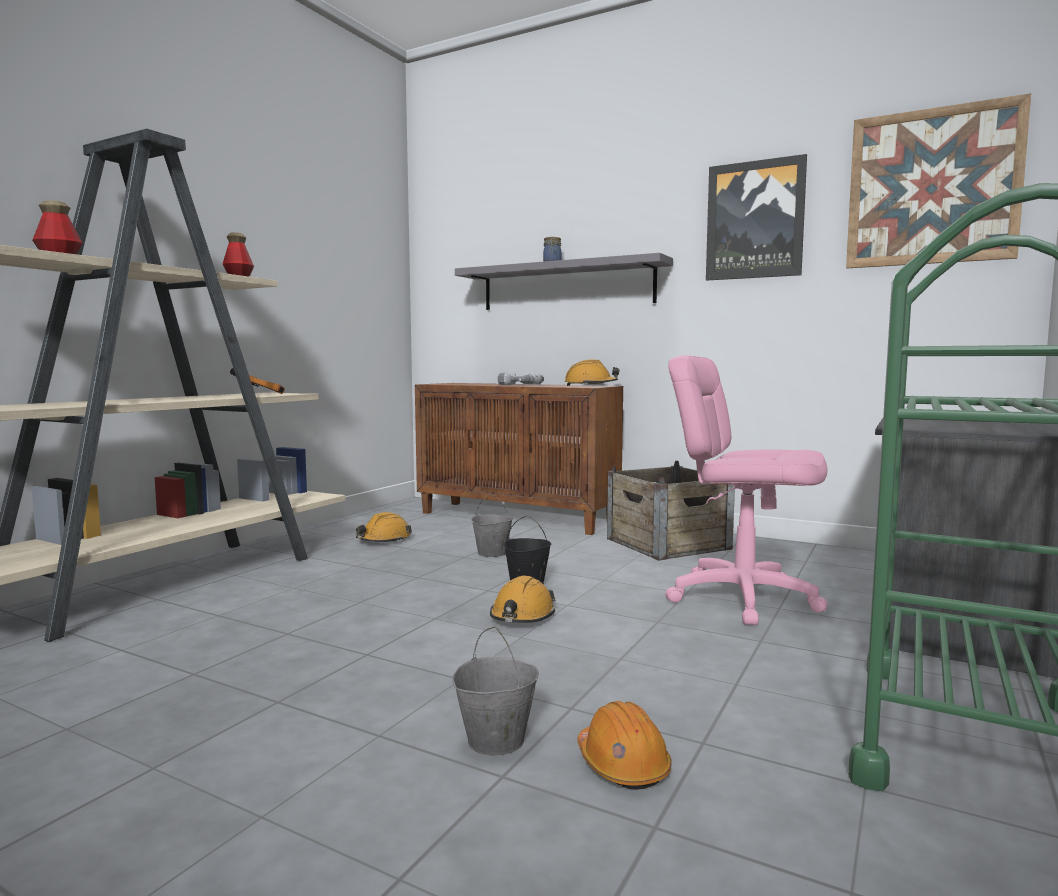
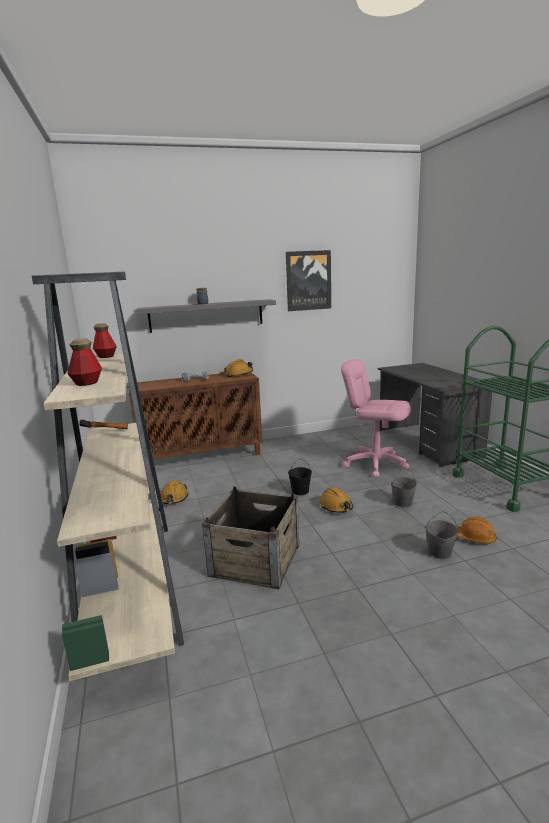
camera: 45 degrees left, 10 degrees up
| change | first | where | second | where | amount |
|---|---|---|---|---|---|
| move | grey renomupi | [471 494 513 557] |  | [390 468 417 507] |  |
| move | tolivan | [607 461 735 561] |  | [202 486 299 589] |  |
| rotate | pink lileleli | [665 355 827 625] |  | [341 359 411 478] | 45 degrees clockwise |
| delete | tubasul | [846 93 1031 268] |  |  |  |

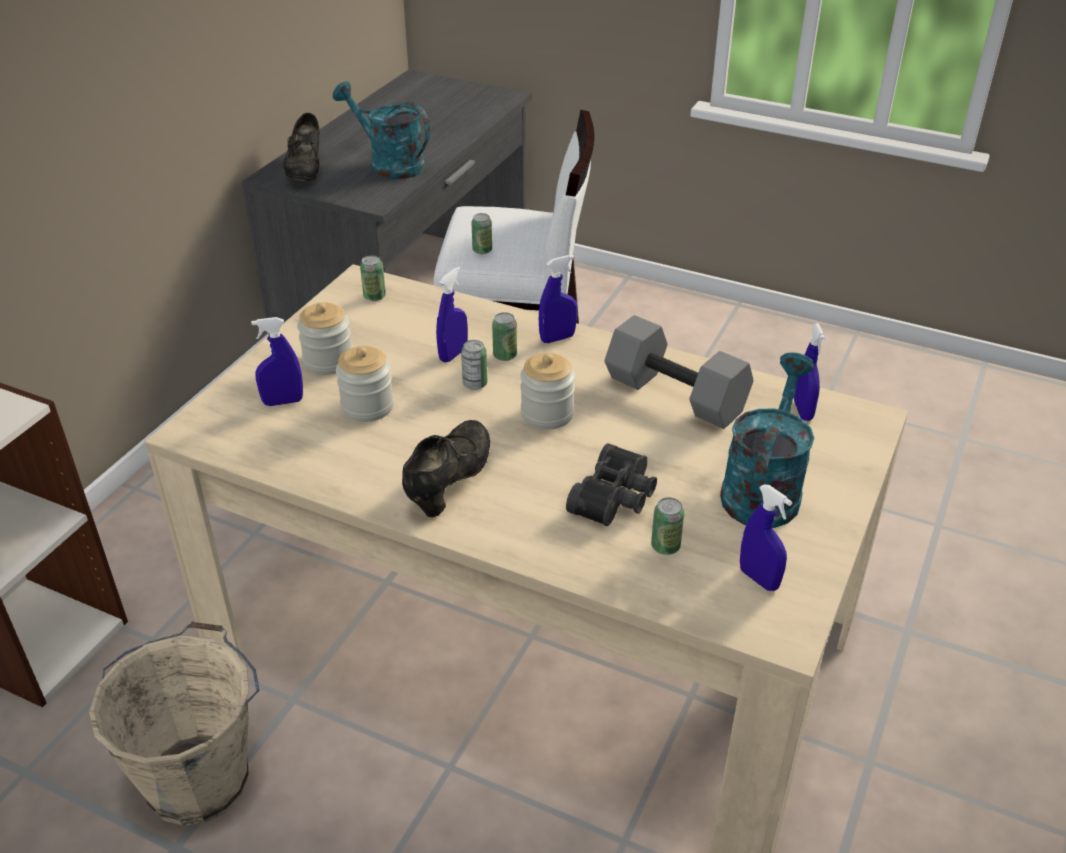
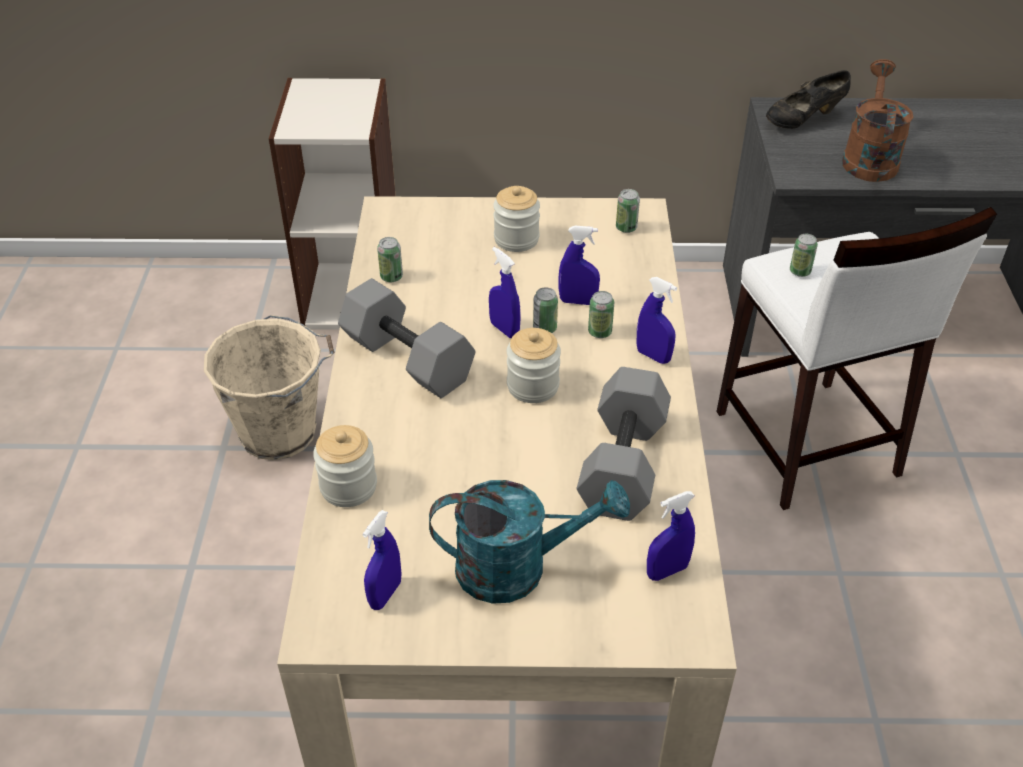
camera: 65 degrees right, 5 degrees up
| change | first | where | second | where | amount |
|---|---|---|---|---|---|
| move | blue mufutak | [251 317 303 406] |  | [489 247 521 338] |  |
| recolor | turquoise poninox | [333 81 430 179] | brown poninox | [842 59 913 182] |  |
| move | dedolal | [336 346 394 422] |  | [313 425 377 507] |  |
| replace | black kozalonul | [402 420 490 518] | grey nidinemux | [338 278 475 398] |  |
| delete | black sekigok | [566 443 657 526] |  |  |  |
| move | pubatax | [651 497 684 555] |  | [377 237 403 282] |  |

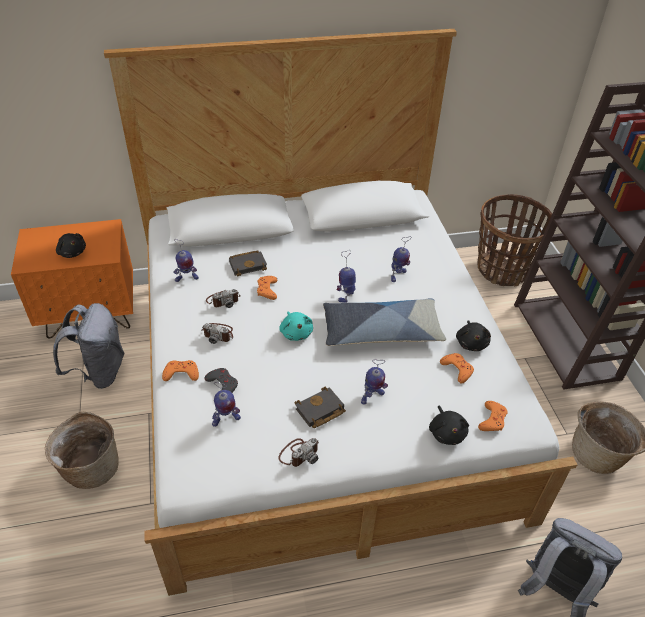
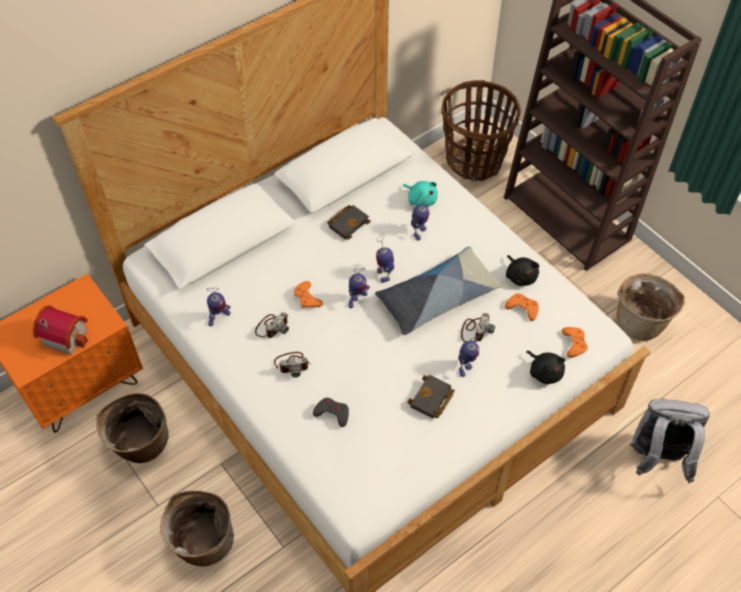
camera: 25 degrees left, 10 degrees up
| change | first | where | second | where | amount |
|---|---|---|---|---|---|
| replace | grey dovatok | [53 303 124 389] | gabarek | [96 393 168 463] |  |
| replace | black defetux | [56 233 86 258] | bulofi | [33 305 88 355] |  |
| delete | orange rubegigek | [162 360 199 381] |  |  |  |
| move | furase | [212 382 241 427] |  | [349 268 370 308] |  |
| move | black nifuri | [229 251 267 277] |  | [327 205 371 240] |  |
| move | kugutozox | [278 438 319 467] |  | [461 313 495 342] |  |
| move | turquoise defetux | [279 311 313 341] |  | [403 181 438 207] |  |

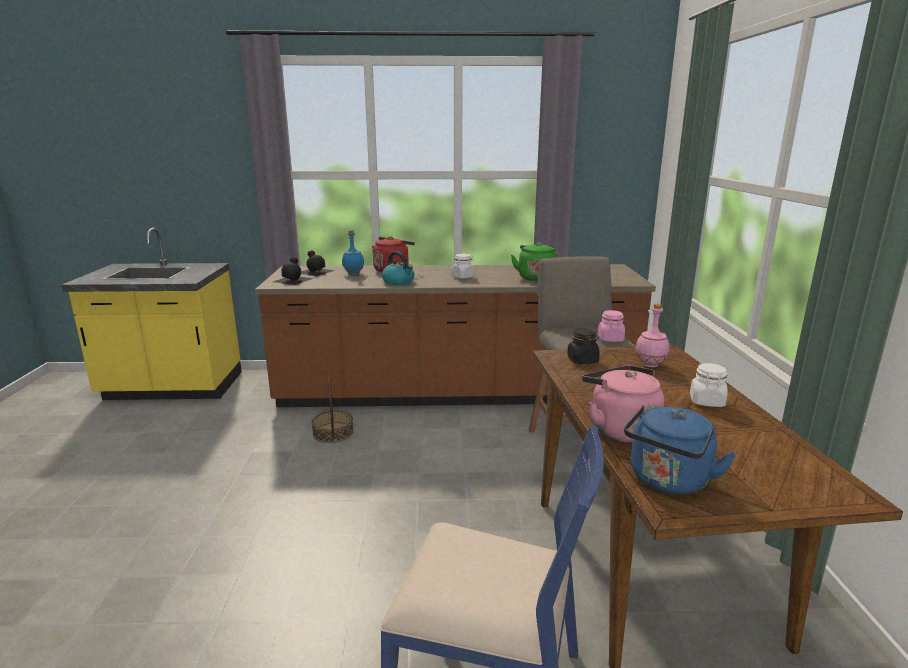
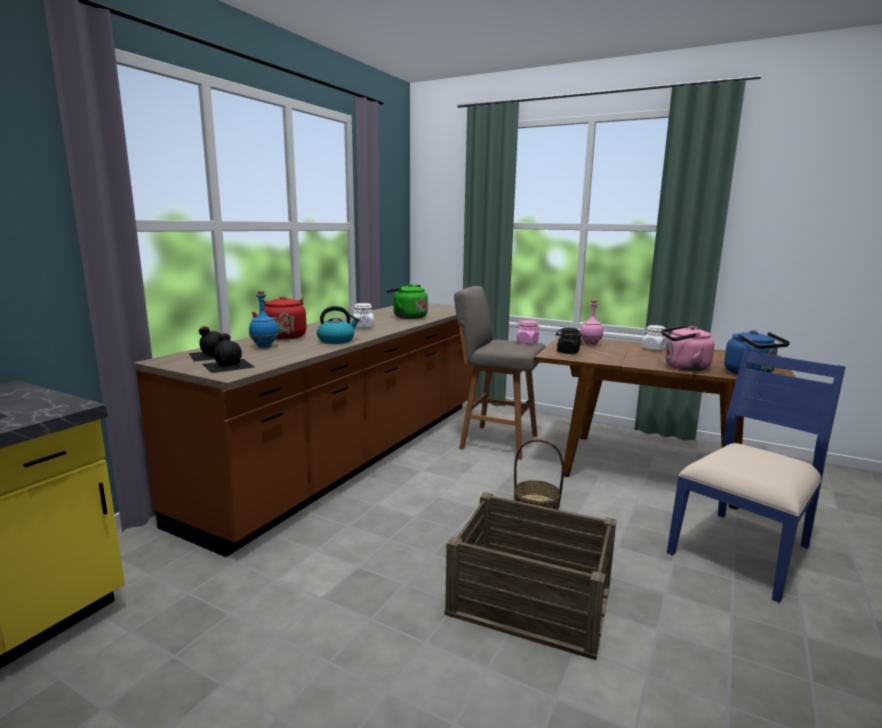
camera: 60 degrees left, 5 degrees down
| change | first | where | second | where | amount |
|---|---|---|---|---|---|
| move | gabarek | [312 373 354 443] |  | [514 439 564 510] |  |
| insert |  |  | tolivan | [444 492 617 660] |  |

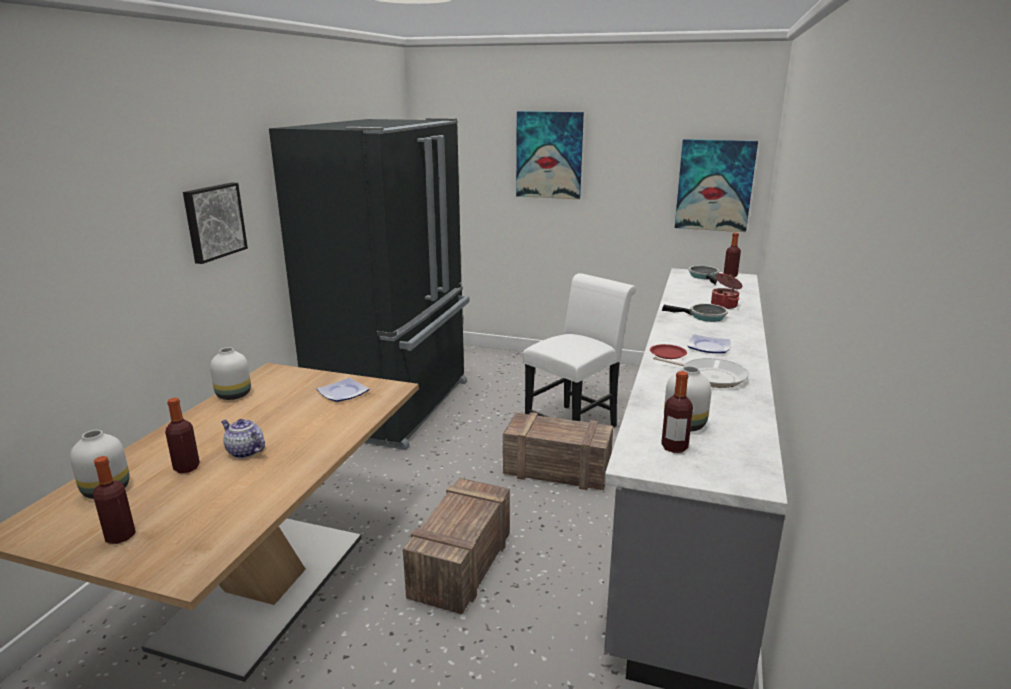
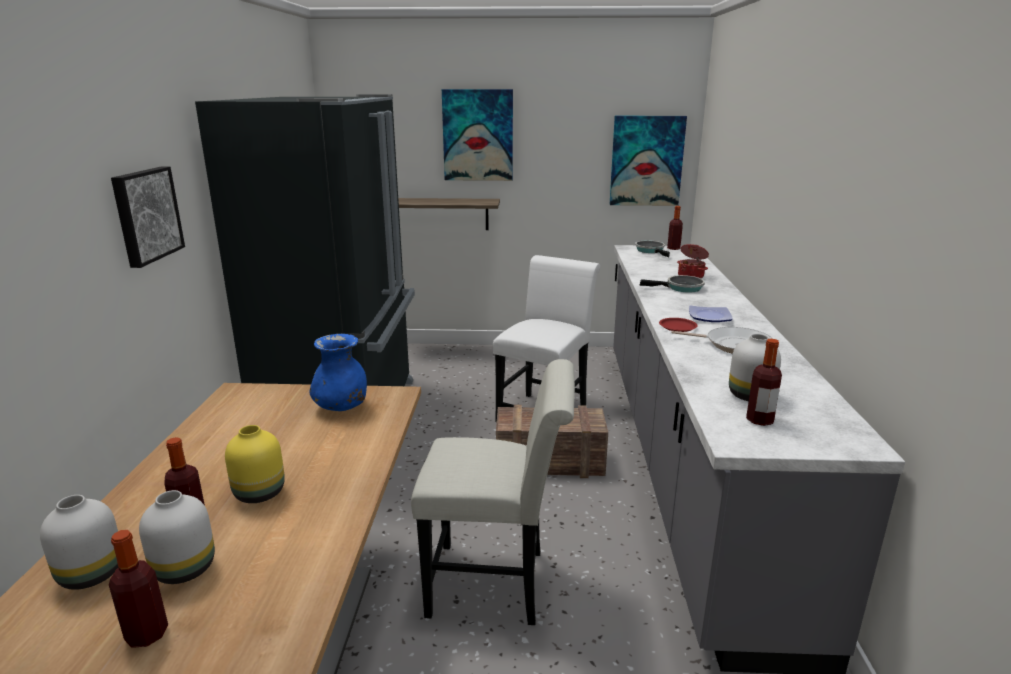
camera: 15 degrees left, 0 degrees up
| change | first | where | second | where | amount |
|---|---|---|---|---|---|
| move | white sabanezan | [210 347 251 400] |  | [139 490 215 584] |  |
| replace | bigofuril | [221 419 265 458] | yellow sabanezan | [225 425 285 503] |  |
| replace | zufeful | [317 378 369 402] | blue sabanezan | [309 334 367 411] |  |
| replace | tolivan | [403 478 510 614] | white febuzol | [411 359 575 625] |  |
| insert |  |  | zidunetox | [398 198 500 230] |  |

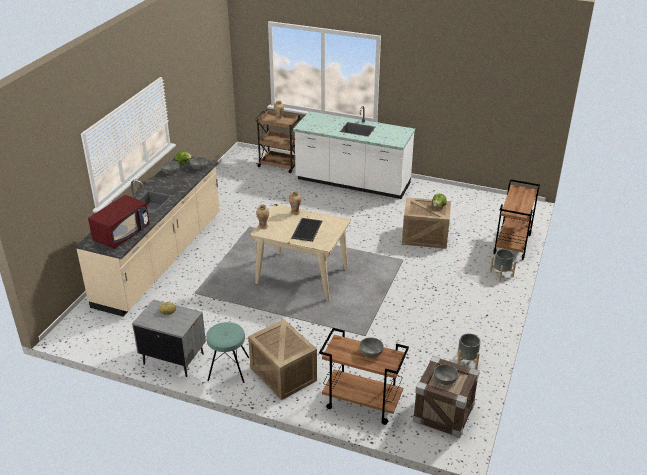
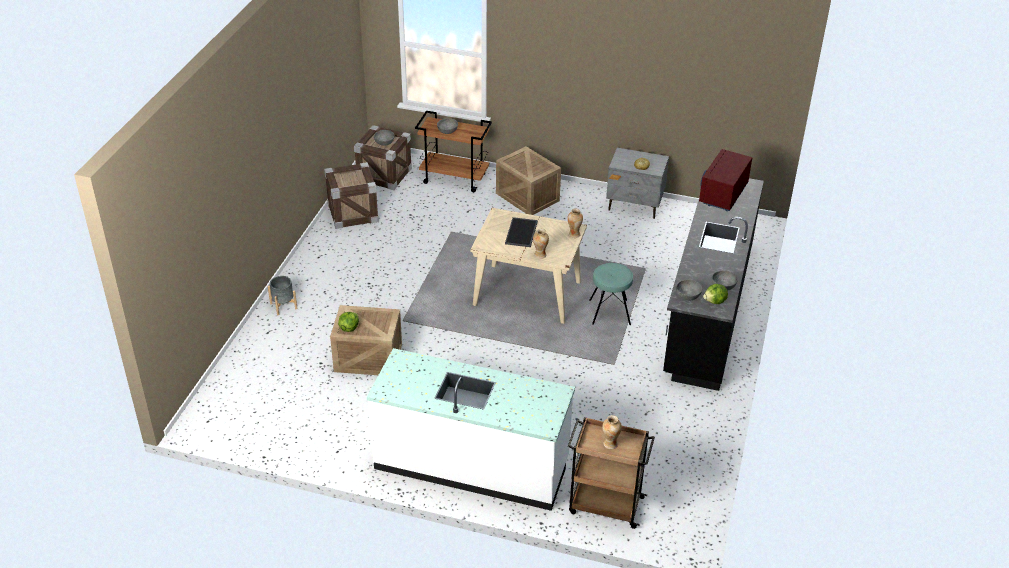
camera: 175 degrees right, 5 degrees up
| change | first | where | second | where | amount |
|---|---|---|---|---|---|
| recolor | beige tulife | [75 157 220 317] | black tulife | [663 178 764 391] |  |
| move | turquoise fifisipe | [206 322 249 383] |  | [589 263 633 325] |  |
| replace | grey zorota | [457 333 481 369] | tolivan | [324 162 379 229] |  |
| delete | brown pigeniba | [493 179 540 260] |  |  |  |

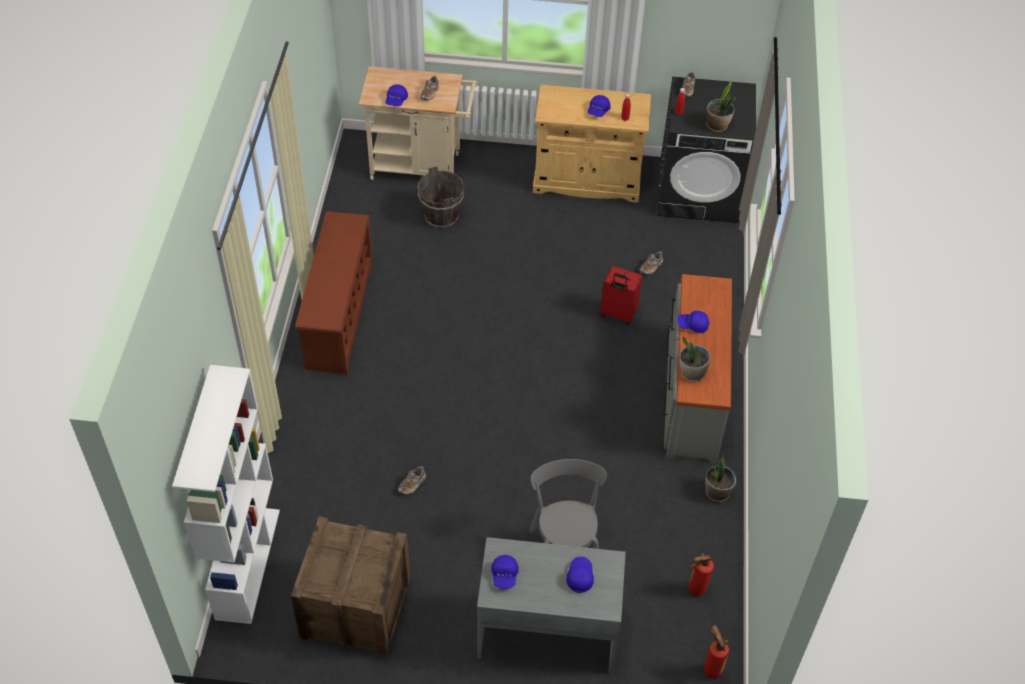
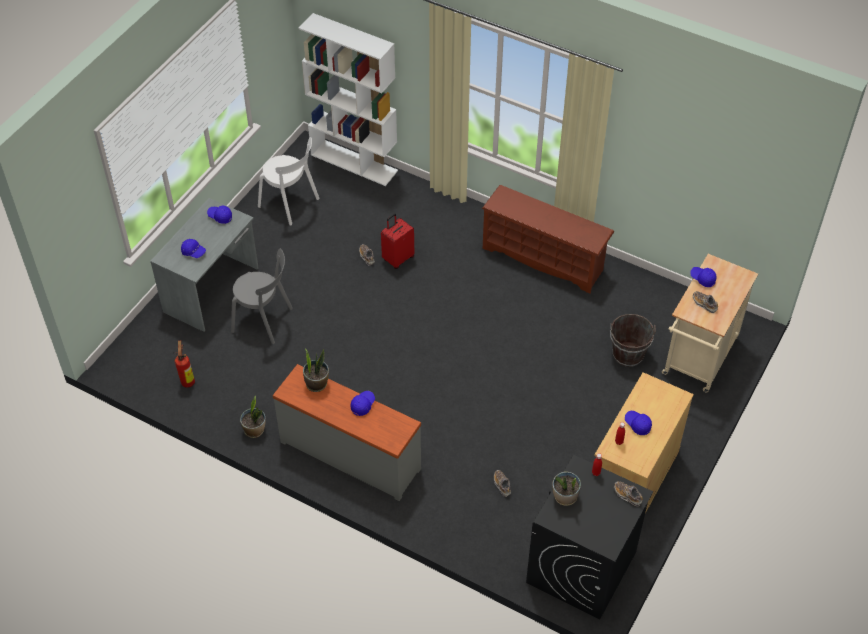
camera: 115 degrees right, 0 degrees up
| change | first | where | second | where | amount |
|---|---|---|---|---|---|
| replace | tolivan | [291 516 410 657] | white febuzol | [258 137 320 226] |  |
| move | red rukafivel | [600 266 642 324] |  | [381 213 414 269] |  |
| delete | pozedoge | [704 625 729 679] |  |  |  |

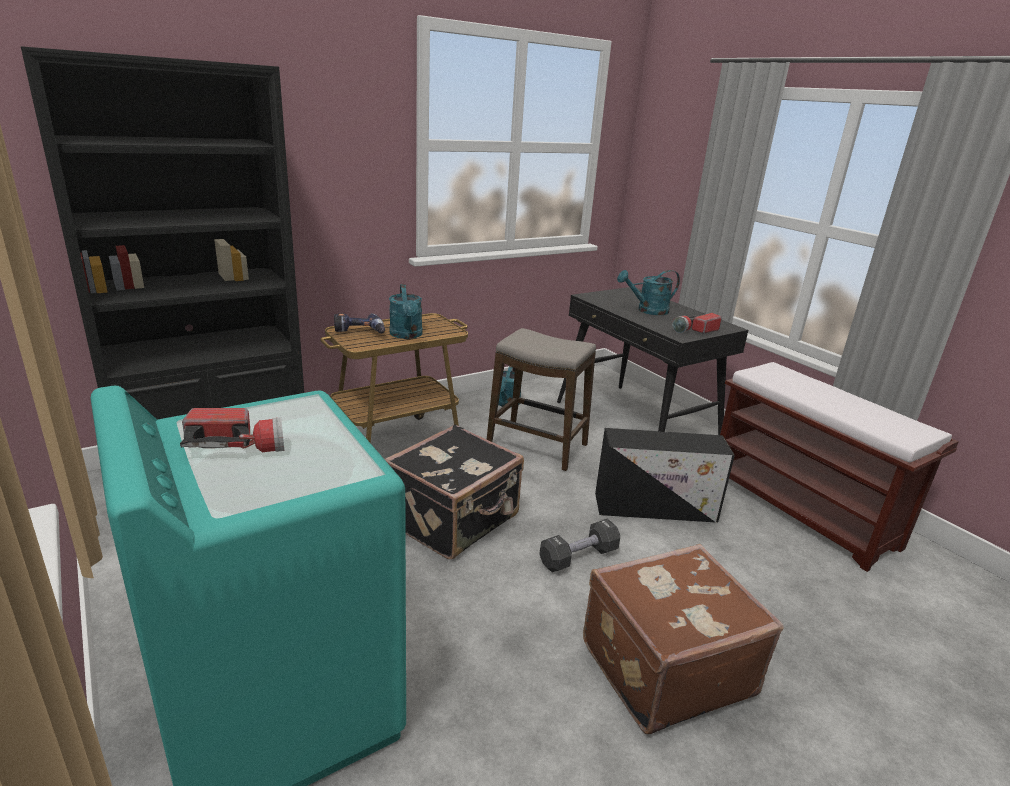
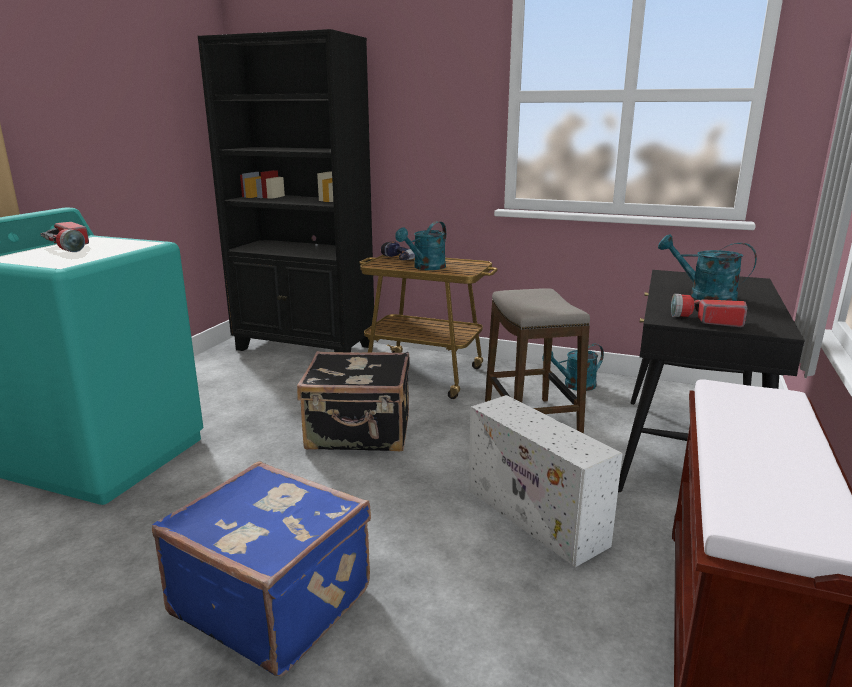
camera: 55 degrees right, 5 degrees down
| change | first | where | second | where | amount |
|---|---|---|---|---|---|
| delete | black nidinemux | [539 519 620 572] |  |  |  |
| recolor | brown rukafivel | [583 544 784 734] | blue rukafivel | [152 461 371 676] |  |
| recolor | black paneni | [595 428 735 522] | white paneni | [468 395 623 567] |  |

